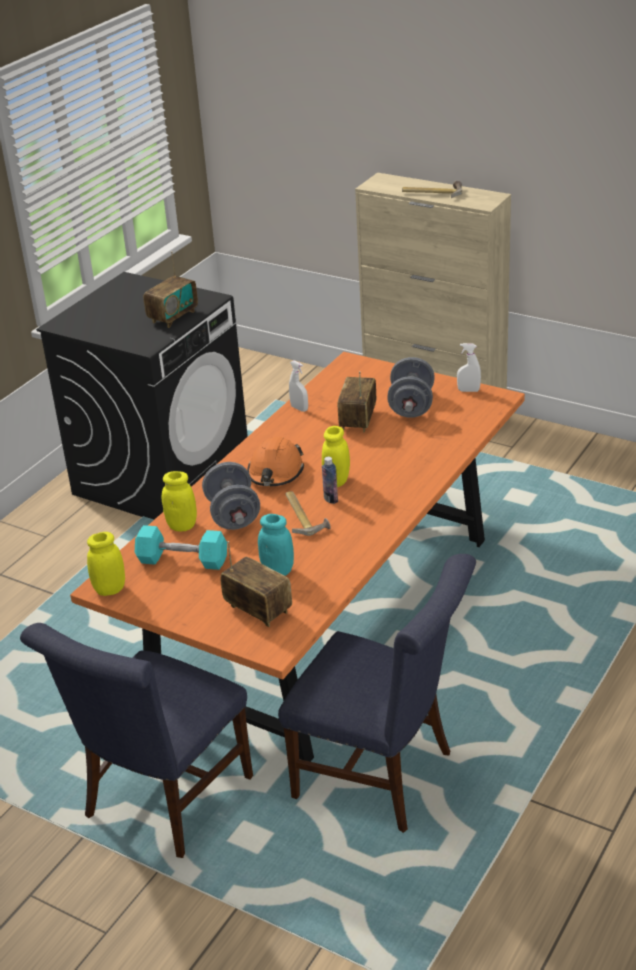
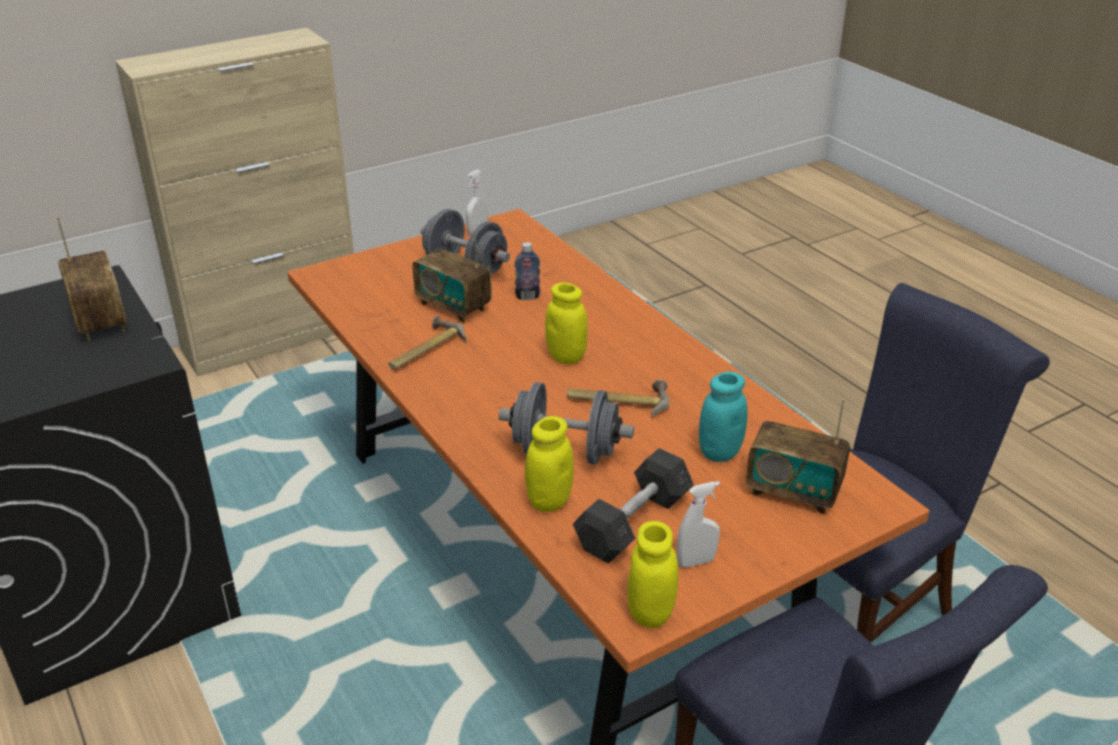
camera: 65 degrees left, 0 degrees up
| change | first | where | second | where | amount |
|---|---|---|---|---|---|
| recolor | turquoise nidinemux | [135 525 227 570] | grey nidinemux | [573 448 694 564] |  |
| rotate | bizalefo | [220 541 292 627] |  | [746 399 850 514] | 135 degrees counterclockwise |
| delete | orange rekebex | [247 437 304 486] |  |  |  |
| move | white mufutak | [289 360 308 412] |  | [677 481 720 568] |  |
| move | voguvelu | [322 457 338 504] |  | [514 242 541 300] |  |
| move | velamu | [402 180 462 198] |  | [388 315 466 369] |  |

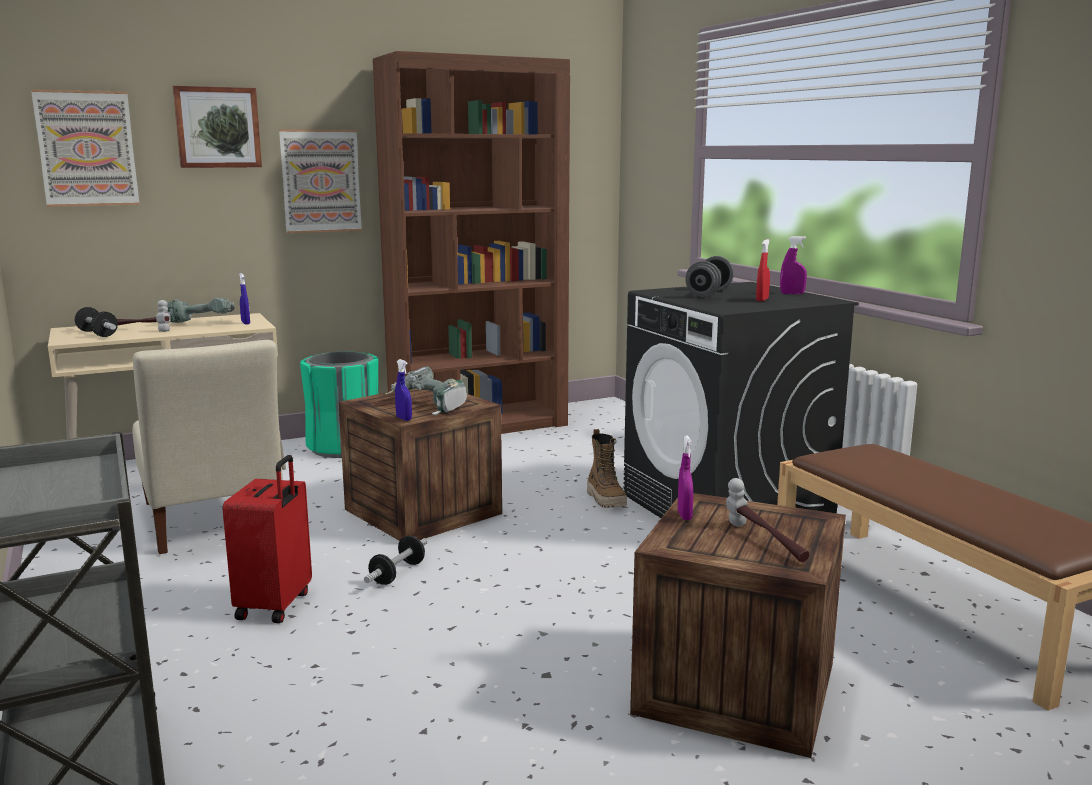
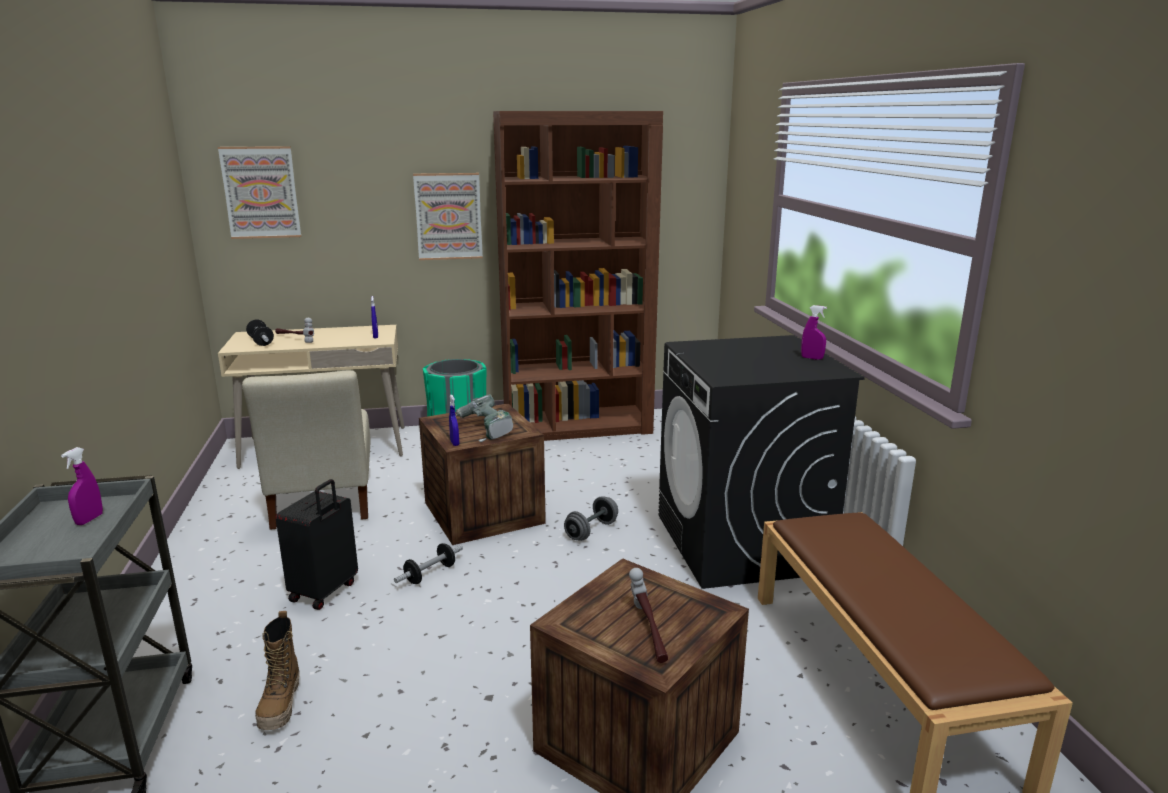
camera: 15 degrees right, 5 degrees up
| change | first | where | second | where | amount |
|---|---|---|---|---|---|
| delete | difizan | [167 298 235 323] |  |  |  |
| delete | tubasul | [173 86 262 168] |  |  |  |
| recolor | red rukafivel | [222 455 312 623] | black rukafivel | [276 479 358 610] |  |
| move | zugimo | [587 429 627 508] |  | [255 611 300 730] |  |
| move | purple mufutak | [678 436 693 520] |  | [61 447 103 525] |  |
| move | grey nidinemux | [685 256 734 297] |  | [564 496 618 541] |  |
| delete | red mufutak | [756 239 770 301] |  |  |  |

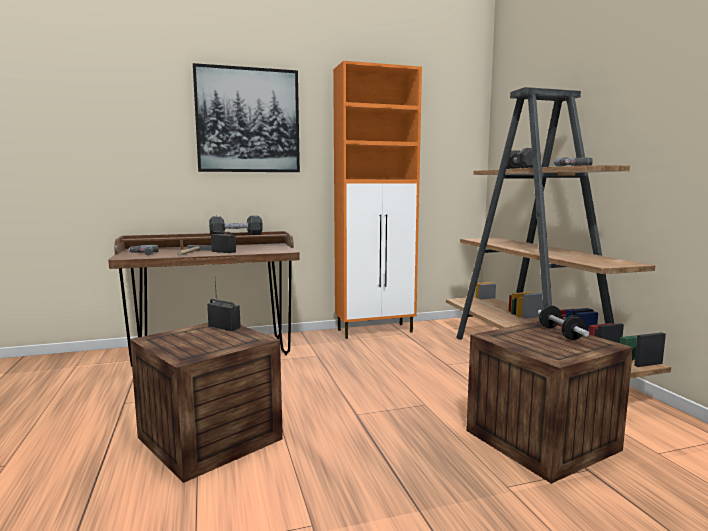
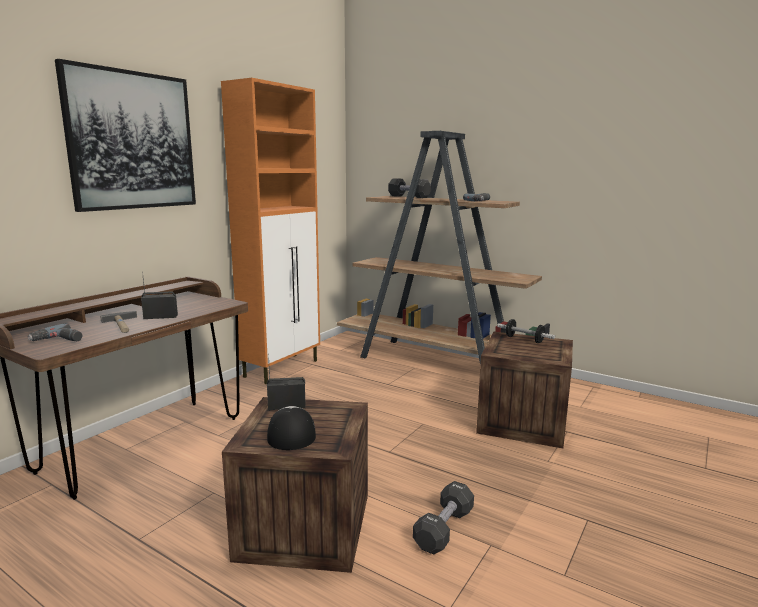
camera: 40 degrees left, 5 degrees up
| change | first | where | second | where | amount |
|---|---|---|---|---|---|
| move | black nidinemux | [209 216 263 235] |  | [413 481 474 555] |  |
| insert |  |  | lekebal | [267 406 316 450] |  |

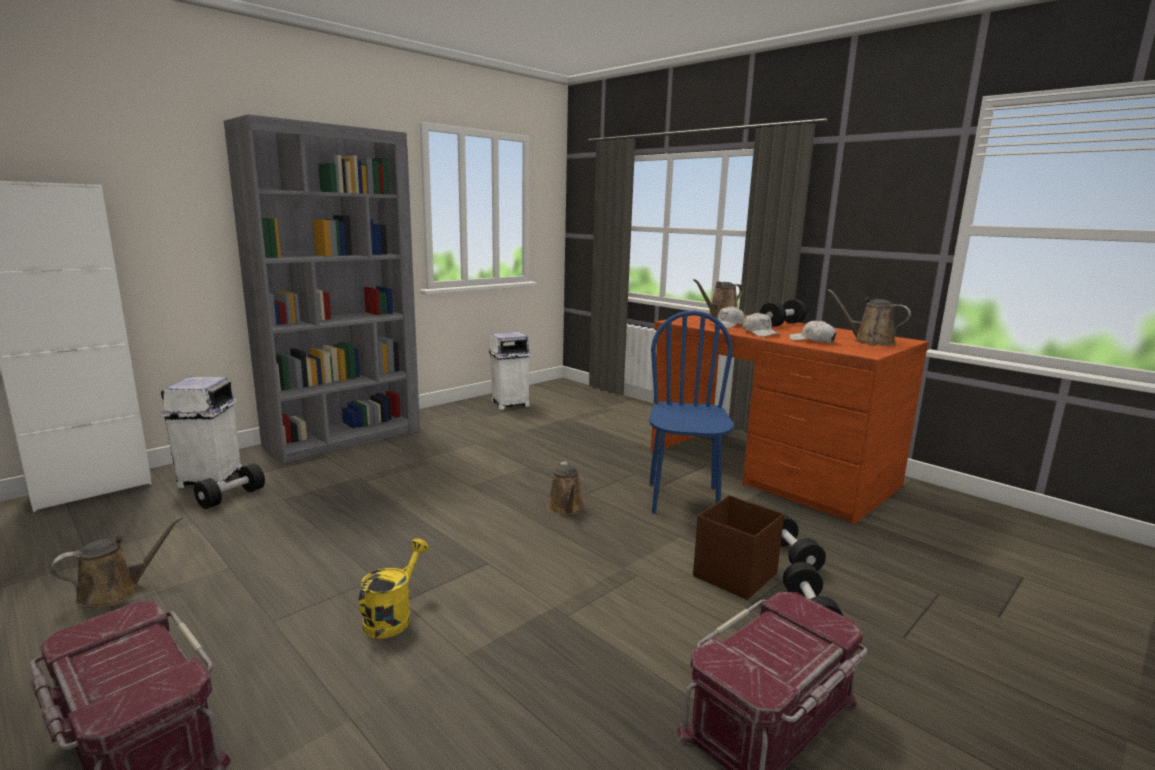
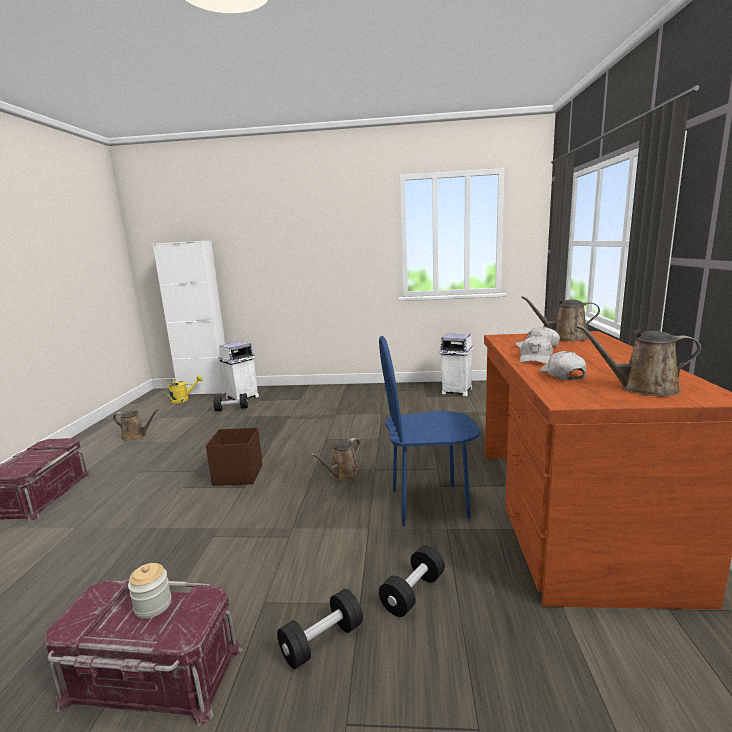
camera: 50 degrees right, 0 degrees up
| change | first | where | second | where | amount |
|---|---|---|---|---|---|
| delete | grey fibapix | [224 114 420 463] |  |  |  |
| move | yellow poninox | [359 539 429 639] |  | [163 375 203 403] |  |
| rotate | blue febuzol | [649 310 734 514] |  | [379 336 480 526] | 150 degrees counterclockwise |
| move | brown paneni | [693 495 784 600] |  | [206 428 262 486] |  |
| delete | black nidinemux | [759 300 807 327] |  |  |  |
| rotate | brown poninox | [827 289 911 346] |  | [576 325 701 396] | 75 degrees counterclockwise |
| insert |  |  | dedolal | [128 563 172 619] |  |

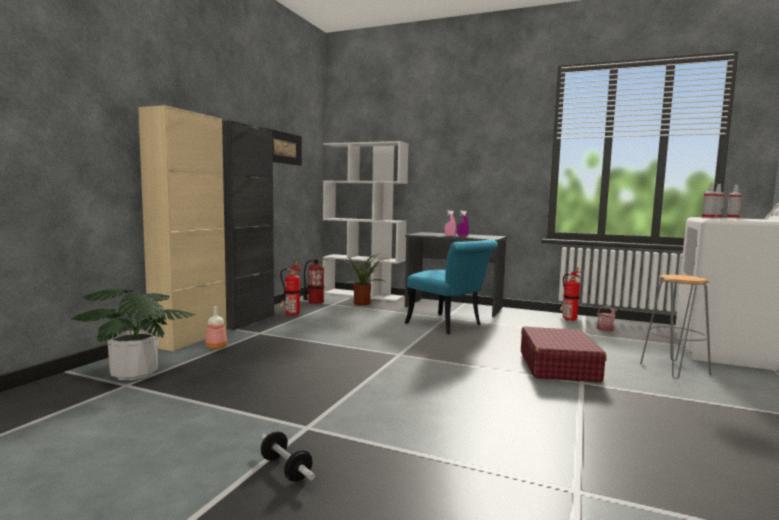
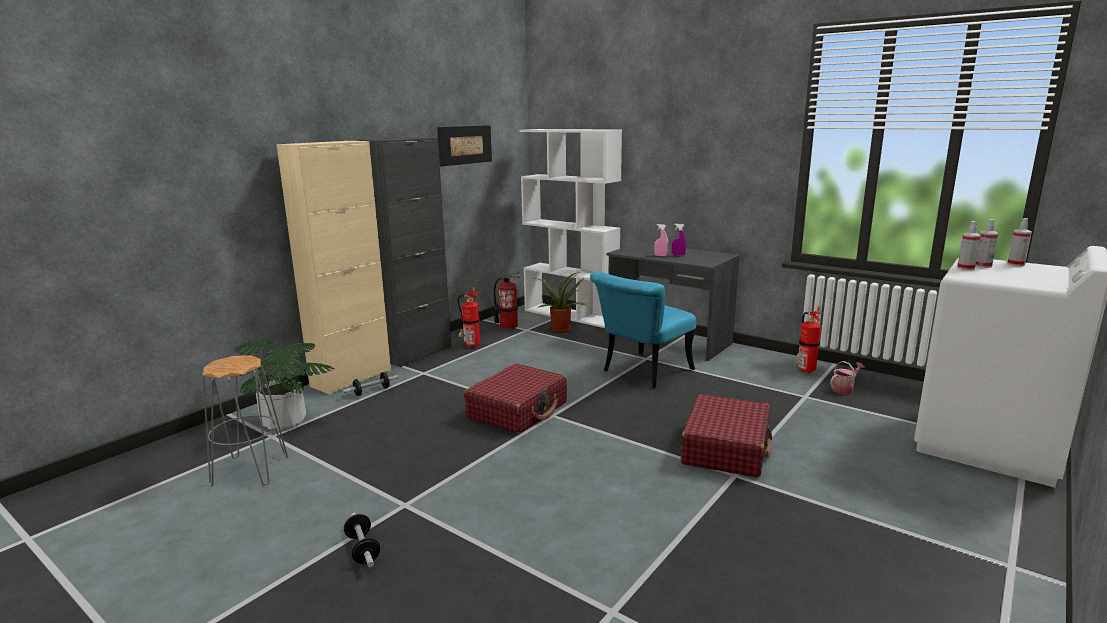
camera: 15 degrees right, 10 degrees up
| change | first | where | second | where | amount |
|---|---|---|---|---|---|
| replace | voguvelu | [205 306 227 350] | nidinemux | [343 372 398 396] |  |
| rotate | turquoise febuzol | [405 239 497 334] |  | [590 271 696 388] | 75 degrees clockwise |
| move | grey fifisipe | [640 275 711 379] |  | [202 355 288 487] |  |
| insert |  |  | red rukafivel | [464 364 567 434] |  |

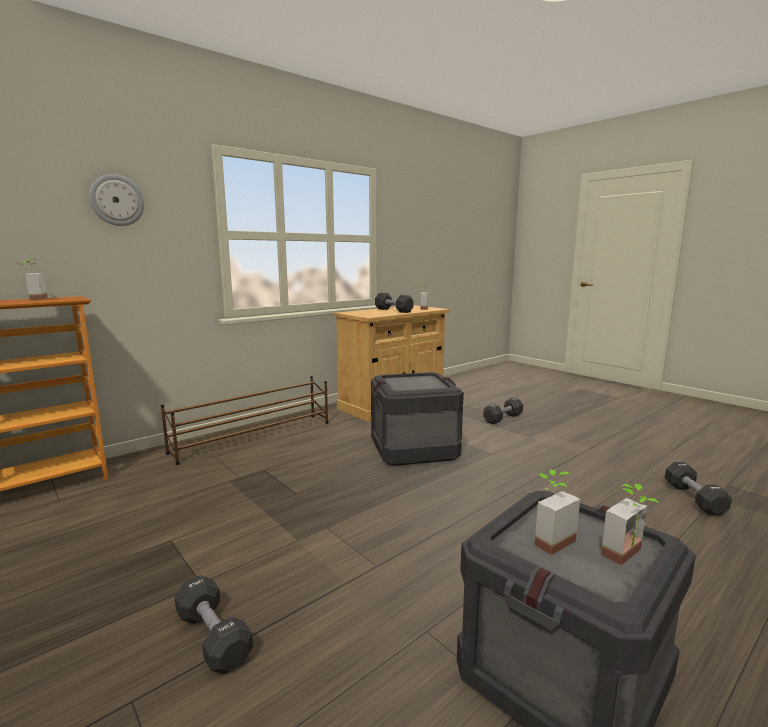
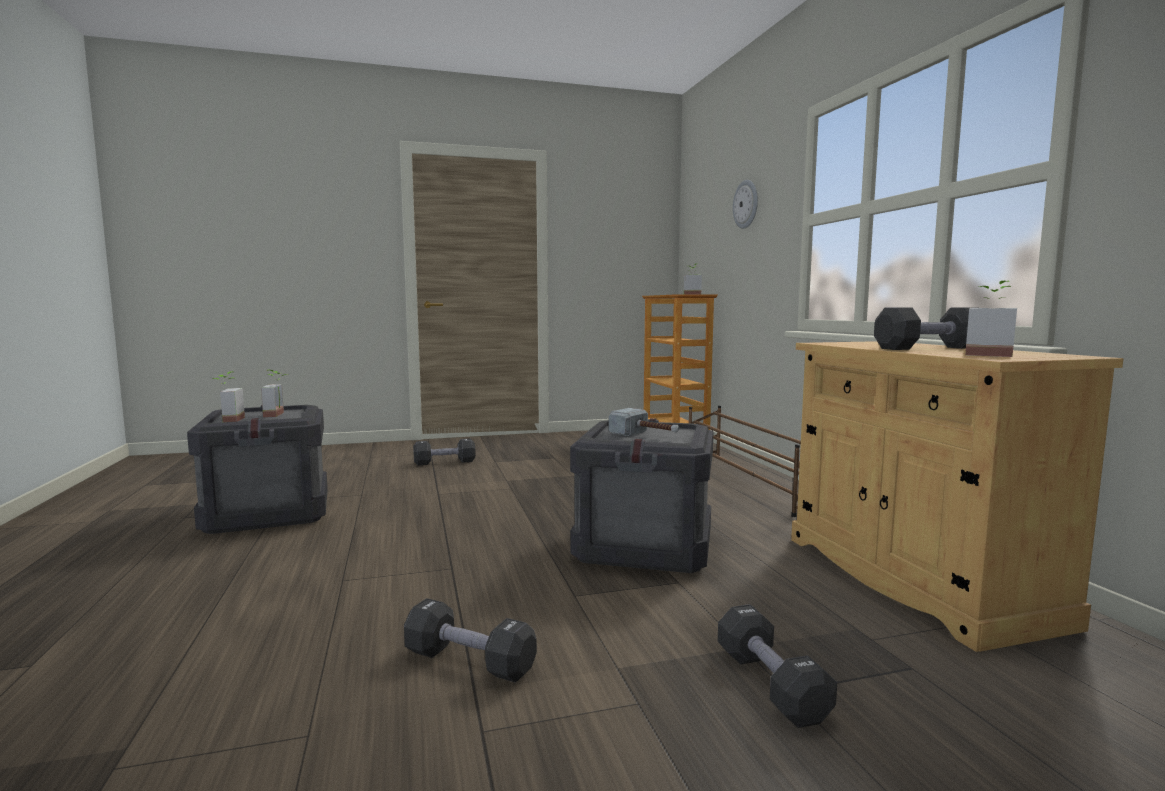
camera: 115 degrees right, 5 degrees down
| change | first | where | second | where | amount |
|---|---|---|---|---|---|
| move | black nidinemux | [665 462 732 516] |  | [404 598 537 683] |  |
| insert |  |  | velamu | [609 408 679 436] |  |

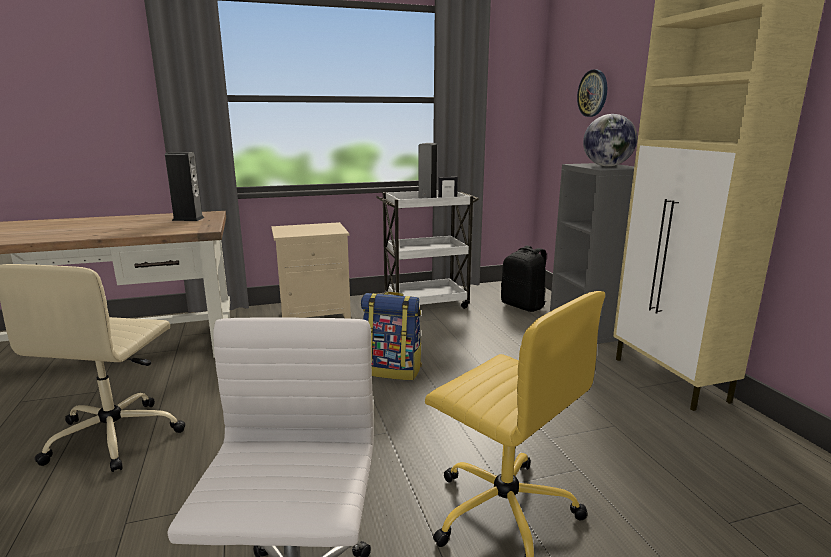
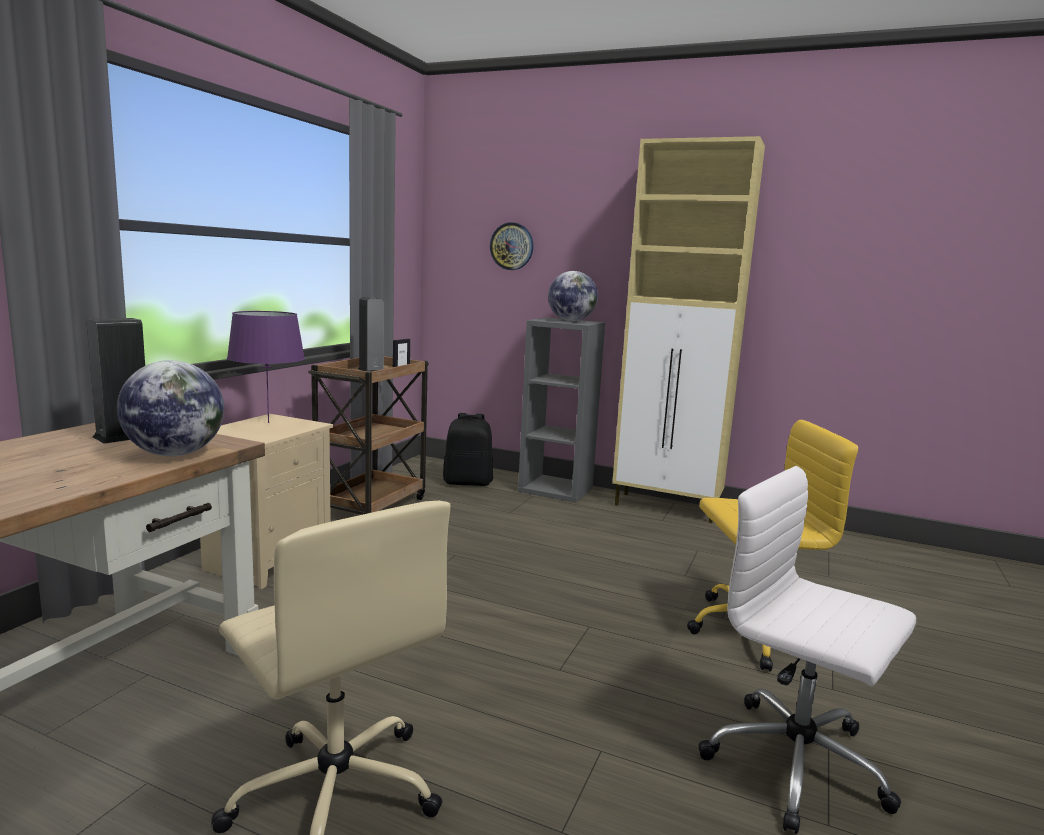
camera: 50 degrees left, 5 degrees down
| change | first | where | second | where | amount |
|---|---|---|---|---|---|
| delete | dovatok | [361 292 422 380] |  |  |  |
| recolor | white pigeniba | [376 190 479 309] | brown pigeniba | [308 357 429 515] |  |
| insert |  |  | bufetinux | [117 360 224 456] |  |
| insert |  |  | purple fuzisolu | [227 311 305 423] |  |

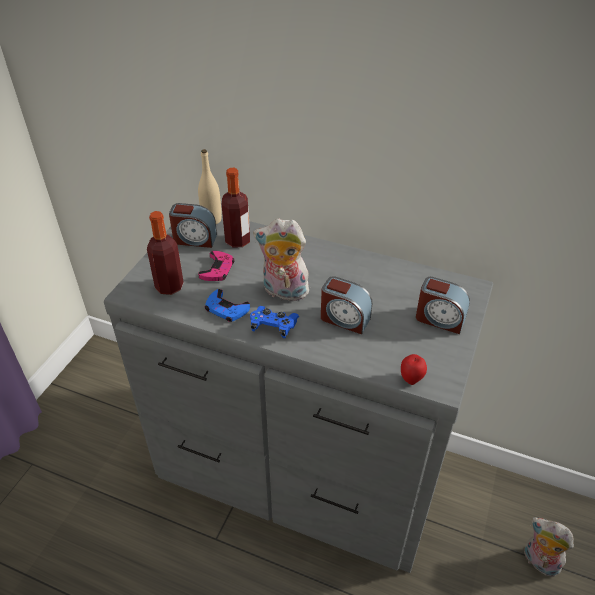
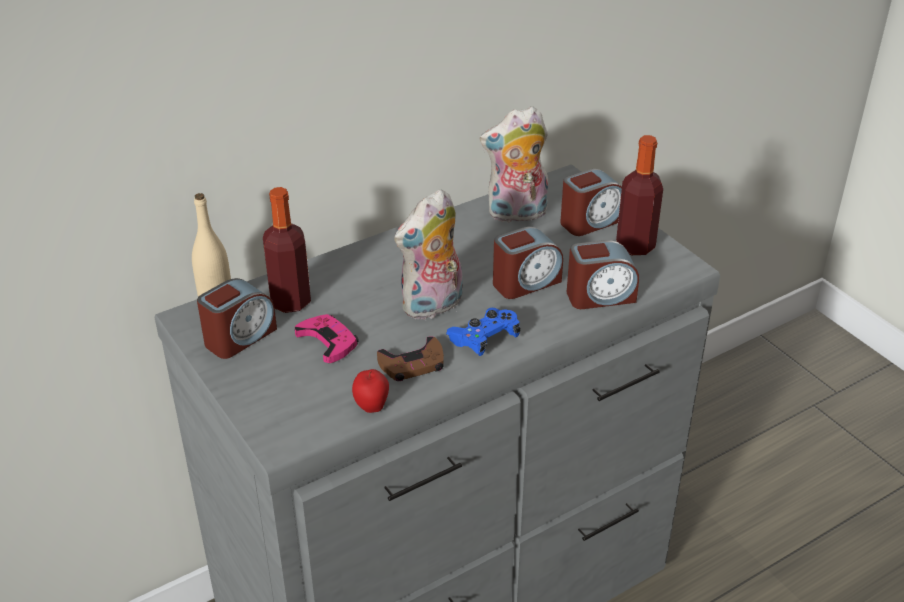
camera: 55 degrees left, 5 degrees down
| change | first | where | second | where | amount |
|---|---|---|---|---|---|
| move | voguvelu | [147 211 184 295] |  | [616 135 663 255] |  |
| recolor | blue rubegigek | [205 289 250 322] | brown rubegigek | [377 336 444 381] |  |
| move | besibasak | [401 354 427 385] |  | [352 369 389 413] |  |
| move | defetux | [524 517 574 577] |  | [480 106 548 224] |  |
| insert |  |  | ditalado | [567 240 639 309] |  |

